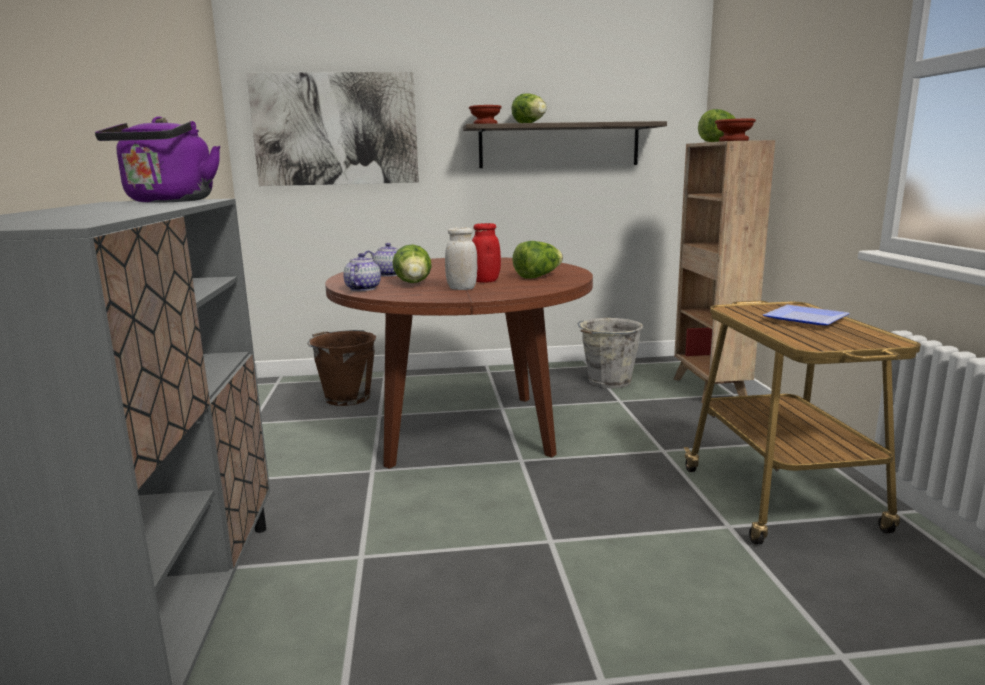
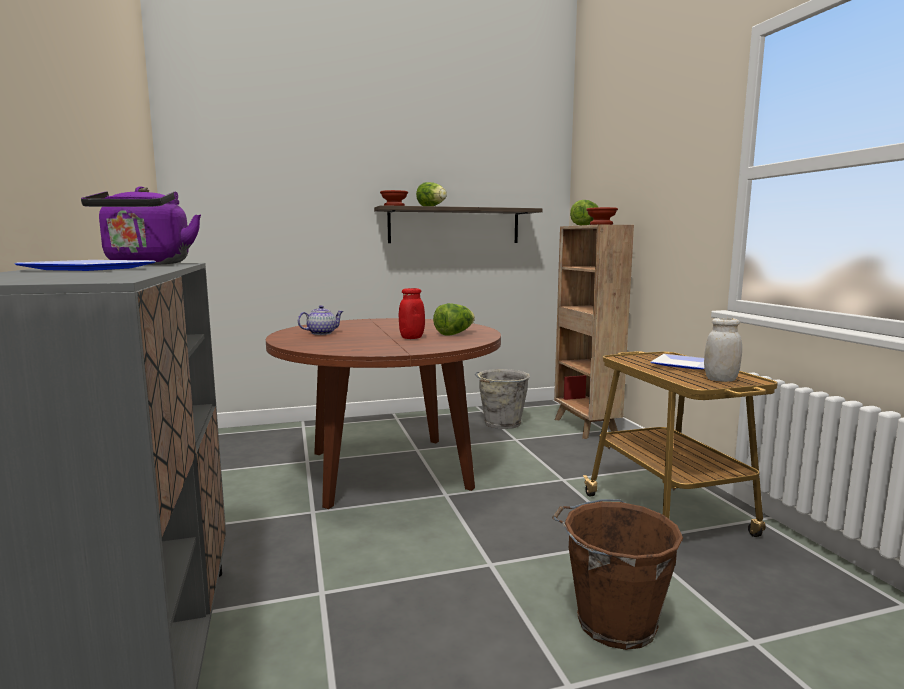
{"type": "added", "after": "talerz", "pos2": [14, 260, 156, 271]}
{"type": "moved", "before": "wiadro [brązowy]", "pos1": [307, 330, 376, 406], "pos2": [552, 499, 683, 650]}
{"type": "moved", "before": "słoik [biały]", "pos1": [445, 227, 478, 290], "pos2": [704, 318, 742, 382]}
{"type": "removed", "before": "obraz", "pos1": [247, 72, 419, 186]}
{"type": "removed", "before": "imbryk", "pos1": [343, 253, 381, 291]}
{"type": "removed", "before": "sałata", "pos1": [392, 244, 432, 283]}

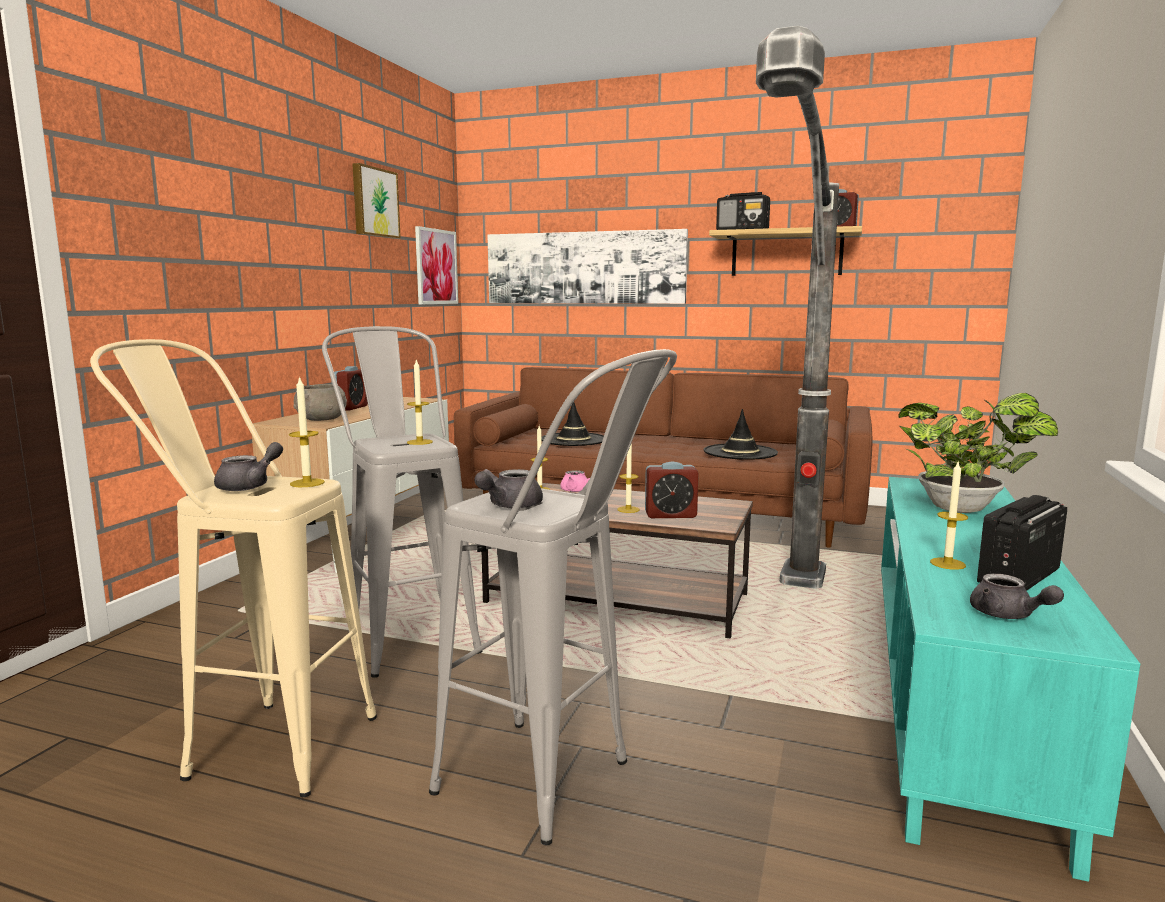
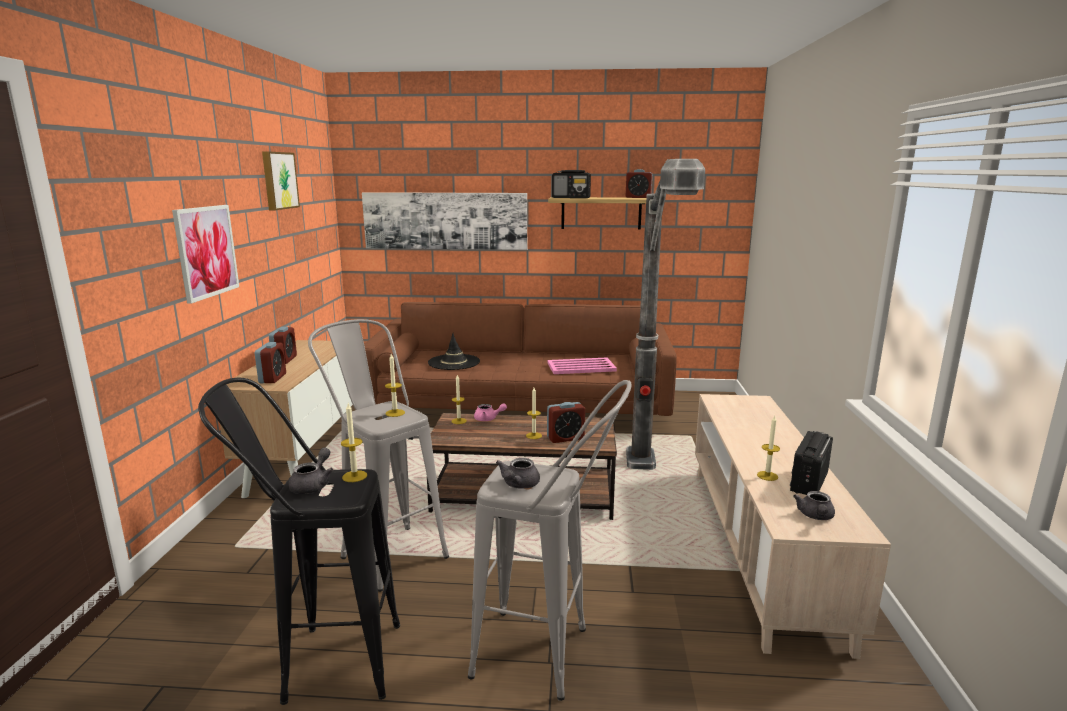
{"type": "moved", "before": "obraz", "pos1": [415, 226, 458, 304], "pos2": [172, 205, 239, 304]}
{"type": "recoloured", "before": "stołek [beżowy]", "after": "stołek [czarny]", "pos1": [90, 339, 377, 797], "pos2": [198, 378, 400, 705]}
{"type": "replaced", "before": "miska [szary]", "after": "budzik", "pos1": [293, 384, 347, 421], "pos2": [255, 342, 286, 383]}
{"type": "replaced", "before": "kapelusz [czarny]", "after": "taca [różowy]", "pos1": [704, 409, 778, 460], "pos2": [547, 357, 617, 374]}
{"type": "recoloured", "before": "szafka pod telewizor [turkusowy]", "after": "szafka pod telewizor [beżowy]", "pos1": [881, 477, 1140, 882], "pos2": [695, 394, 891, 659]}
{"type": "turned", "before": "imbryk [szary]", "pos1": [970, 574, 1064, 619], "pos2": [793, 491, 835, 520], "turn": 60}
{"type": "removed", "before": "roślina doniczkowa", "pos1": [898, 393, 1058, 513]}

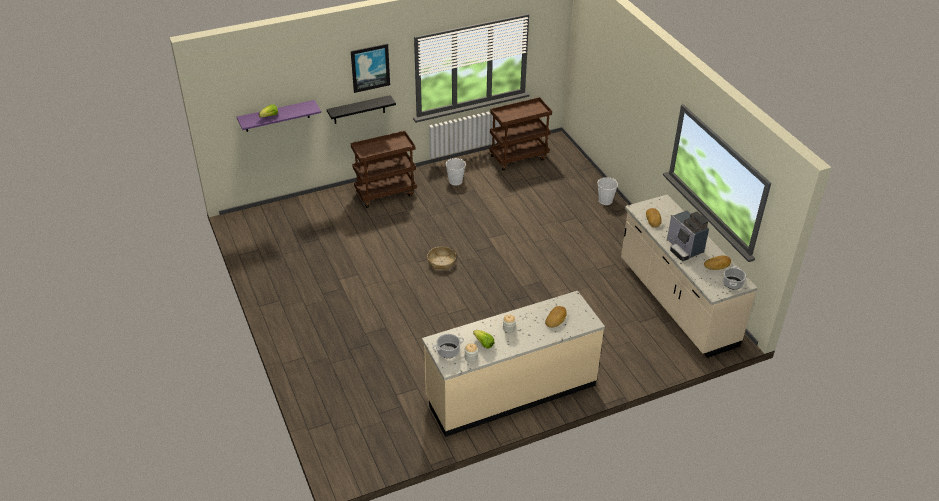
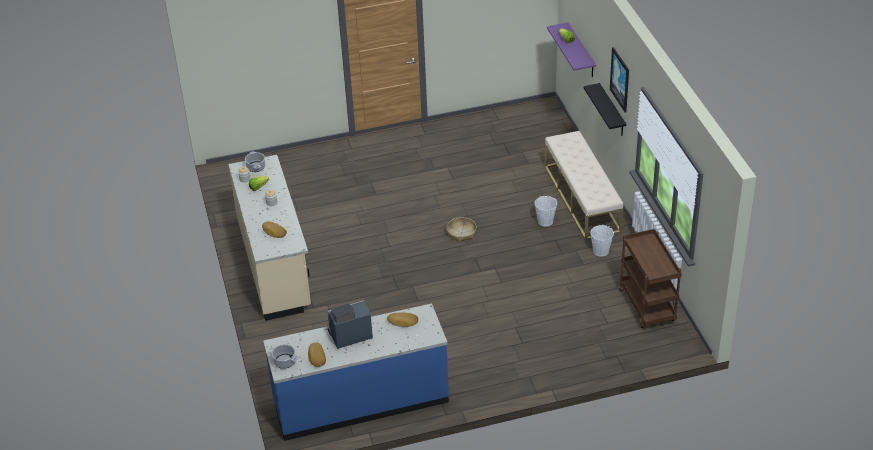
{"type": "recoloured", "before": "zabudowa kuchenna [beżowy]", "after": "zabudowa kuchenna [niebieski]", "pos1": [621, 194, 758, 358], "pos2": [263, 303, 449, 441]}
{"type": "moved", "before": "wiadro [biały]", "pos1": [597, 177, 618, 205], "pos2": [535, 196, 557, 227]}
{"type": "replaced", "before": "wózek [brązowy]", "after": "ławka [beżowy]", "pos1": [351, 131, 417, 208], "pos2": [545, 131, 623, 240]}

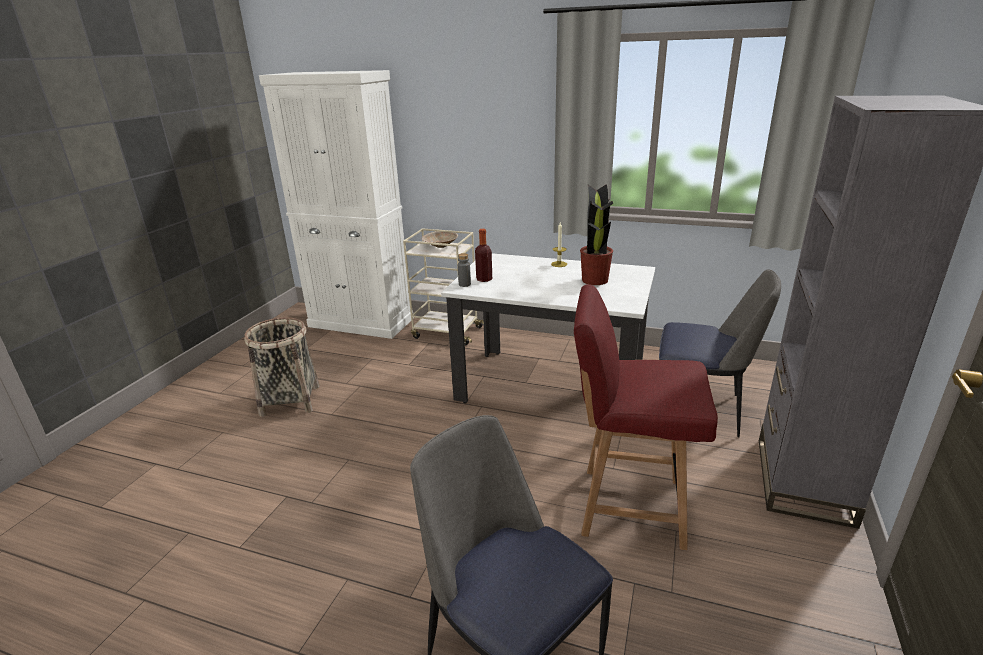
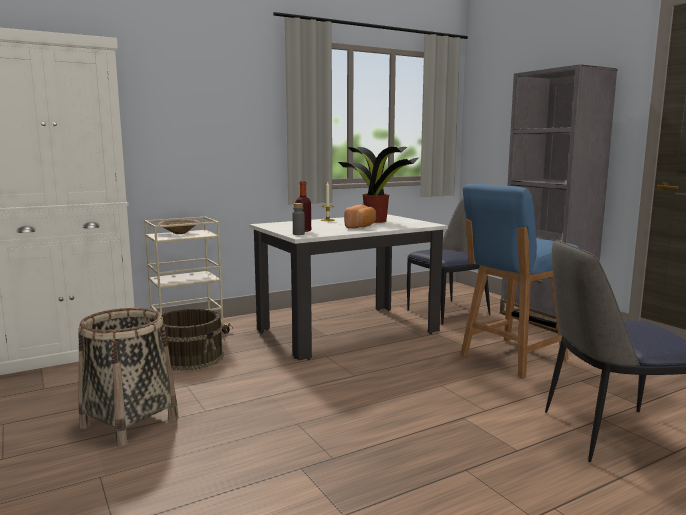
{"type": "added", "after": "wiadro [brązowy]", "pos2": [161, 309, 224, 371]}
{"type": "added", "after": "chleb", "pos2": [344, 205, 376, 229]}
{"type": "recoloured", "before": "krzesło [czerwony]", "after": "krzesło [niebieski]", "pos1": [574, 284, 718, 550], "pos2": [460, 184, 580, 378]}

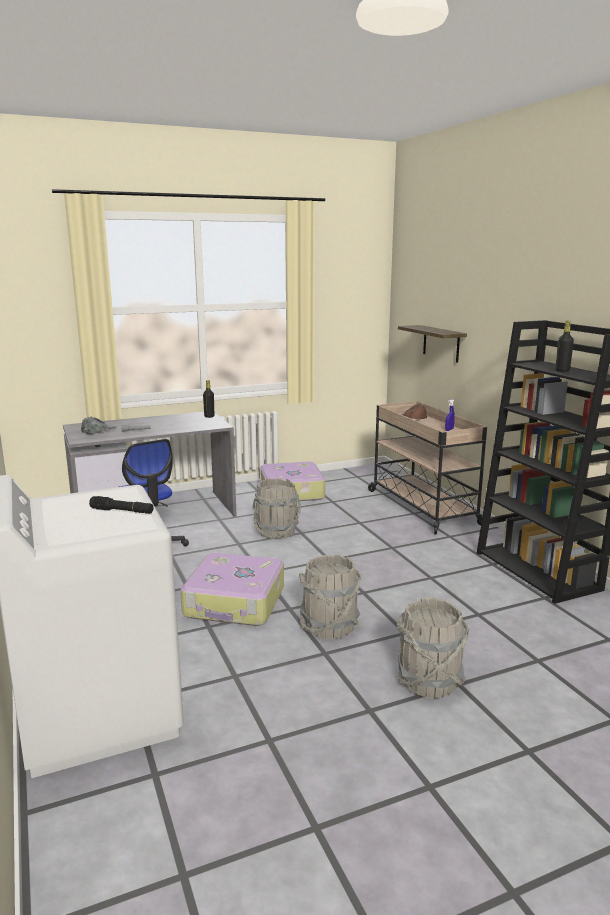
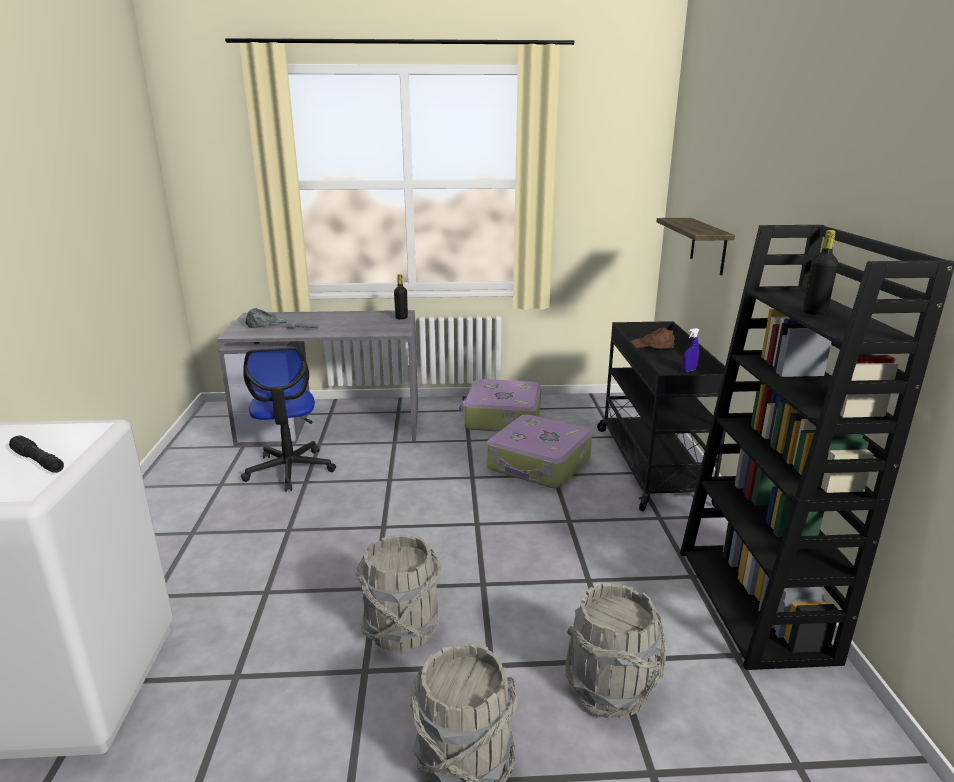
{"type": "moved", "before": "walizka", "pos1": [181, 553, 284, 626], "pos2": [486, 414, 592, 488]}
{"type": "moved", "before": "wiadro [szary]", "pos1": [252, 478, 301, 539], "pos2": [565, 583, 666, 719]}
{"type": "recoloured", "before": "wózek [beżowy]", "after": "wózek [czarny]", "pos1": [368, 401, 487, 534], "pos2": [597, 321, 730, 511]}

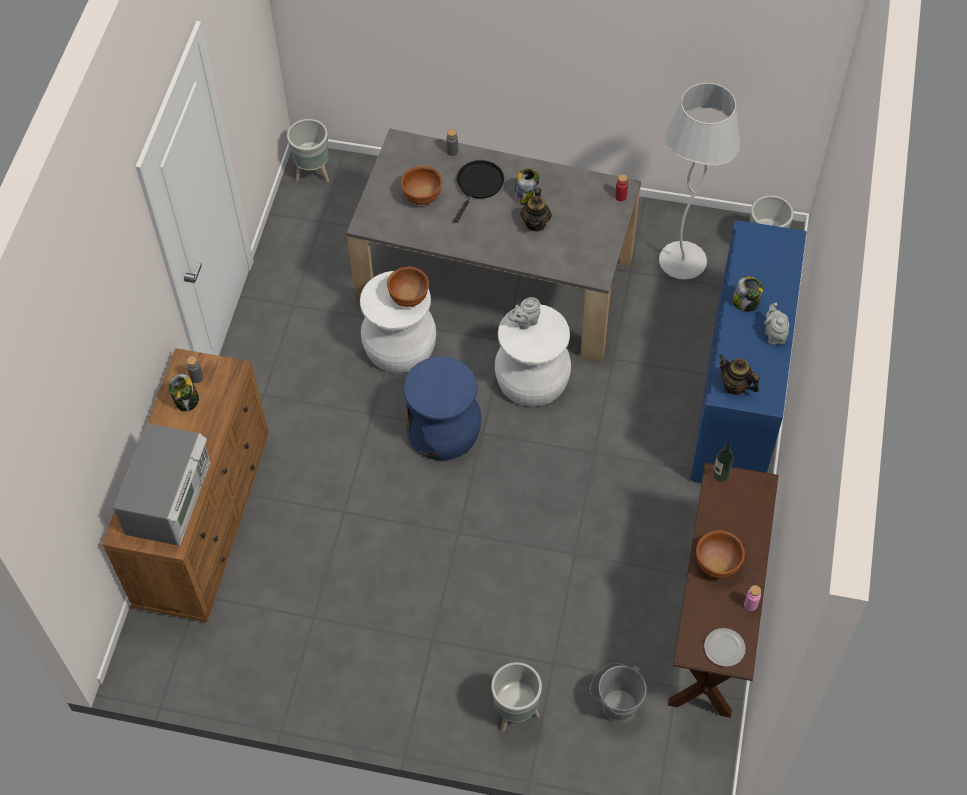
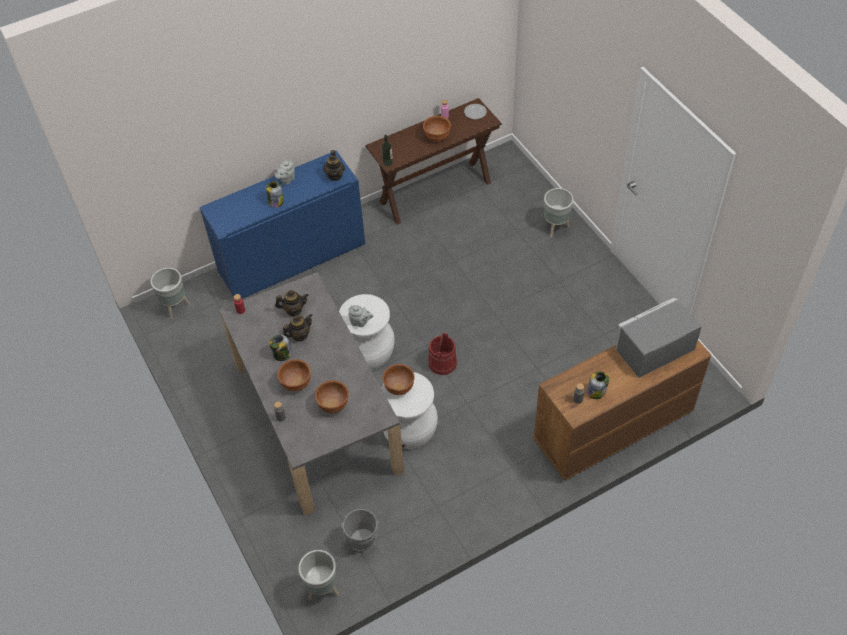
{"type": "added", "after": "imbryk", "pos2": [275, 290, 308, 316]}
{"type": "replaced", "before": "patelnia [czarny]", "after": "miska [brązowy]", "pos1": [454, 160, 504, 223], "pos2": [277, 359, 311, 391]}
{"type": "moved", "before": "wiadro [szary]", "pos1": [590, 663, 647, 723], "pos2": [341, 509, 379, 552]}
{"type": "replaced", "before": "stołek [niebieski]", "after": "wiadro [czerwony]", "pos1": [404, 356, 481, 460], "pos2": [428, 332, 457, 375]}
{"type": "removed", "before": "lampa stojąca [biały]", "pos1": [659, 83, 740, 280]}

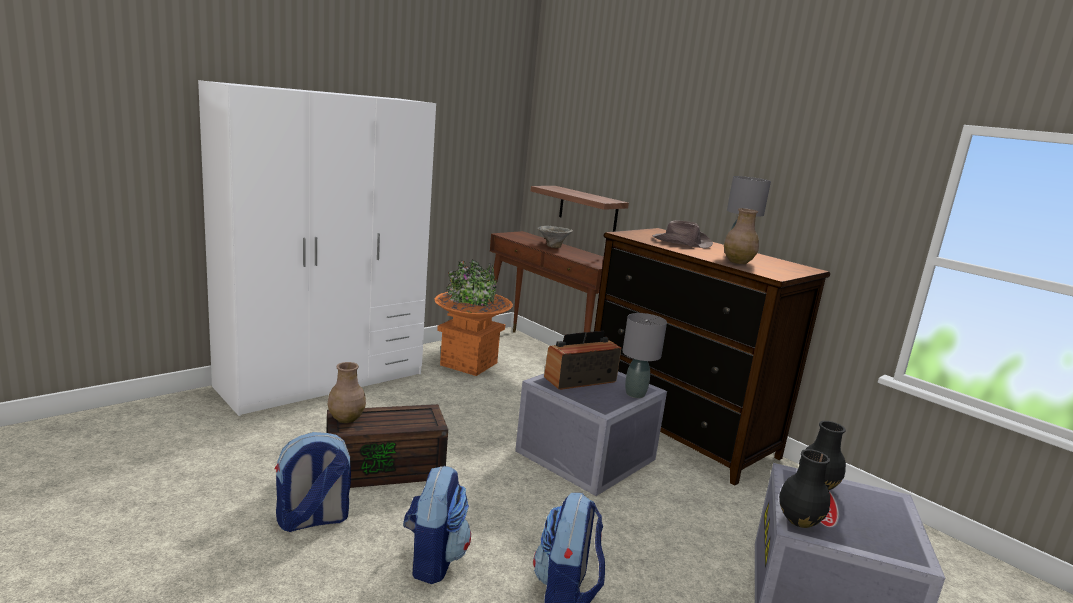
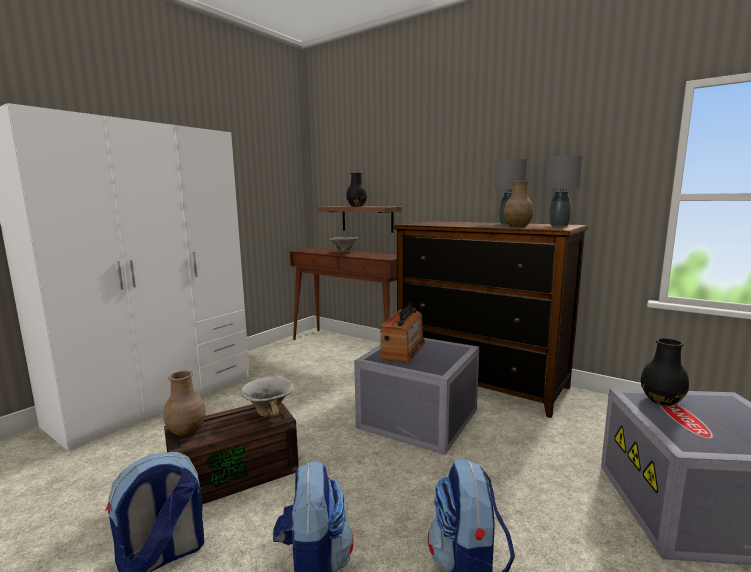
{"type": "added", "after": "miska", "pos2": [240, 376, 294, 418]}
{"type": "moved", "before": "wazon [czarny]", "pos1": [779, 449, 830, 528], "pos2": [346, 173, 367, 207]}
{"type": "turned", "before": "radio", "pos1": [544, 331, 621, 390], "pos2": [381, 303, 425, 363], "turn": 150}
{"type": "moved", "before": "lampa stołowa [szary]", "pos1": [623, 313, 667, 398], "pos2": [545, 155, 582, 226]}
{"type": "removed", "before": "donica [pomarańczowy]", "pos1": [435, 259, 513, 376]}
{"type": "removed", "before": "kapelusz [brązowy]", "pos1": [652, 220, 713, 249]}

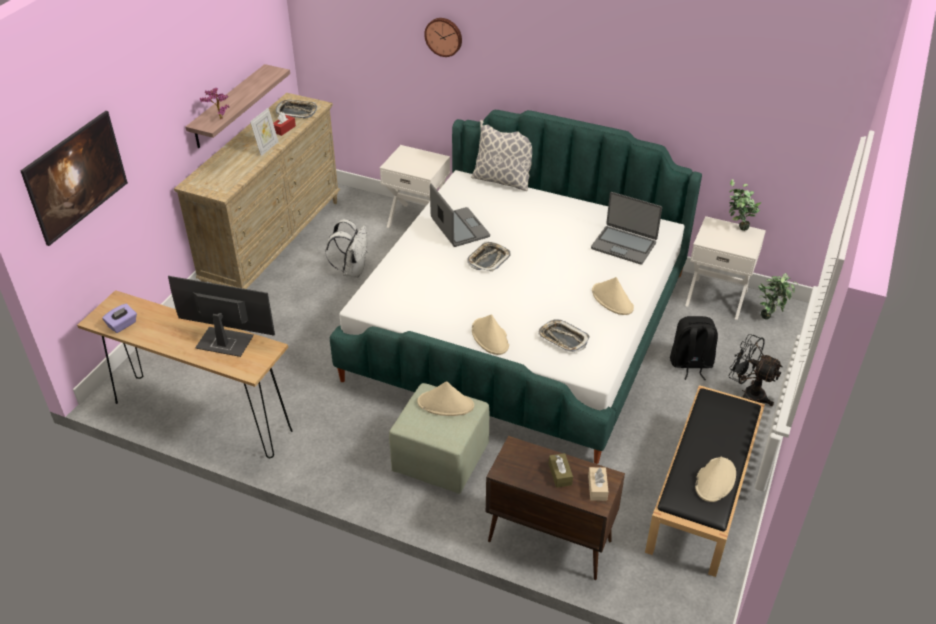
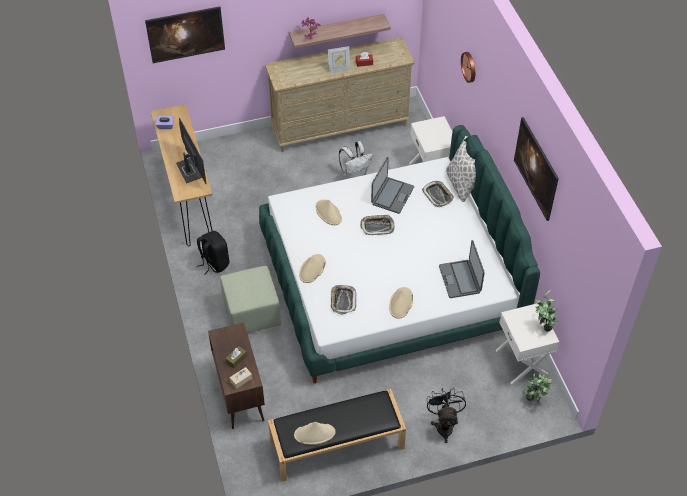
{"type": "moved", "before": "plecak [czarny]", "pos1": [670, 316, 718, 380], "pos2": [197, 231, 229, 275]}
{"type": "moved", "before": "kapelusz [beżowy]", "pos1": [417, 381, 474, 416], "pos2": [316, 199, 342, 225]}
{"type": "moved", "before": "taca", "pos1": [276, 100, 317, 119], "pos2": [422, 181, 454, 207]}
{"type": "added", "after": "obraz", "pos2": [514, 117, 559, 221]}

